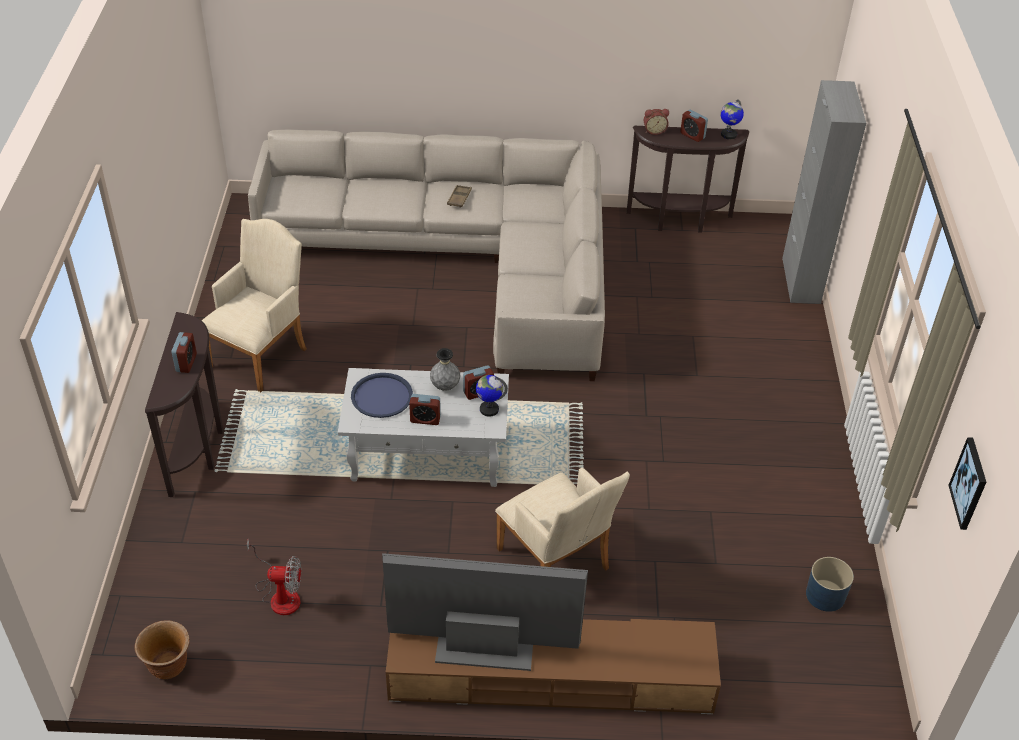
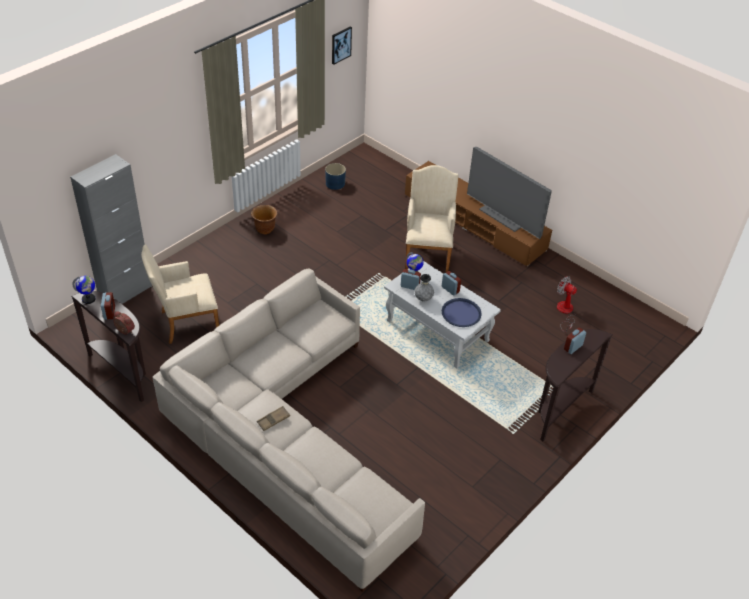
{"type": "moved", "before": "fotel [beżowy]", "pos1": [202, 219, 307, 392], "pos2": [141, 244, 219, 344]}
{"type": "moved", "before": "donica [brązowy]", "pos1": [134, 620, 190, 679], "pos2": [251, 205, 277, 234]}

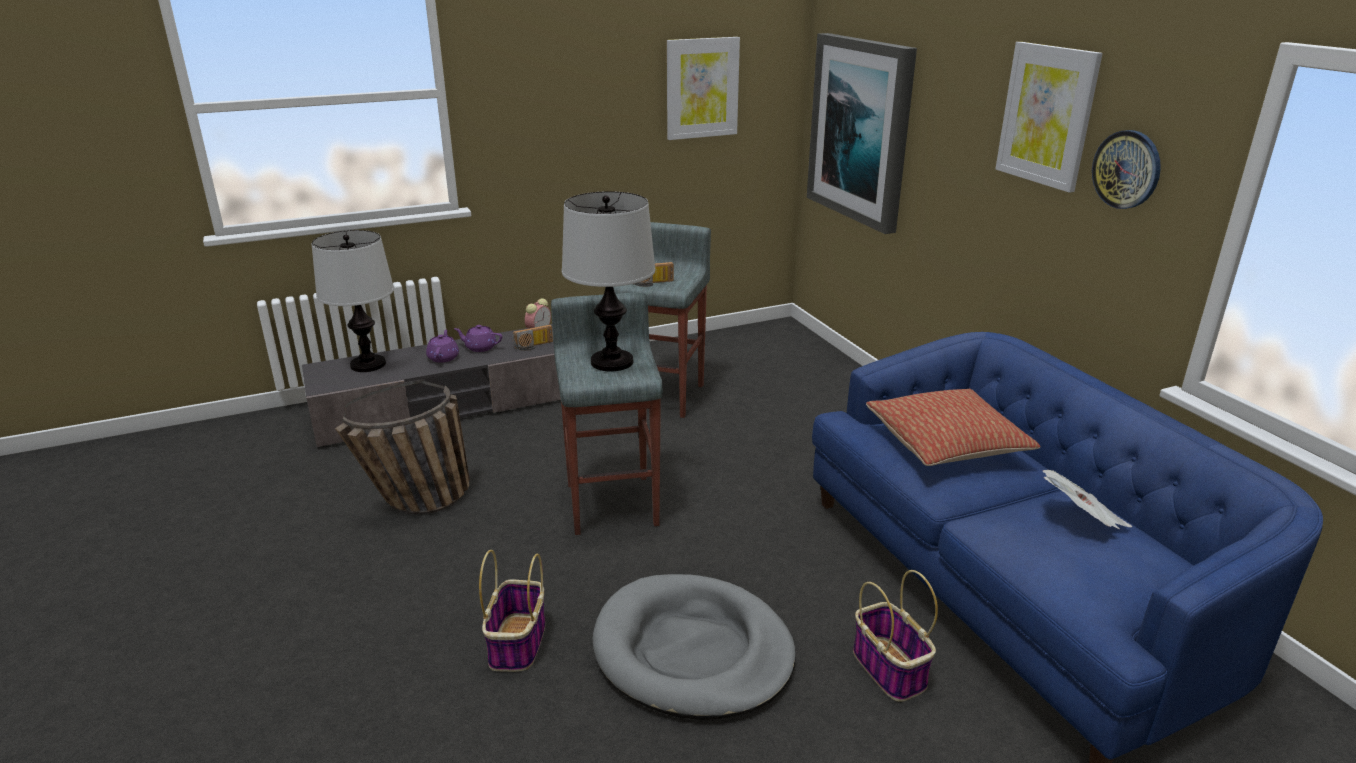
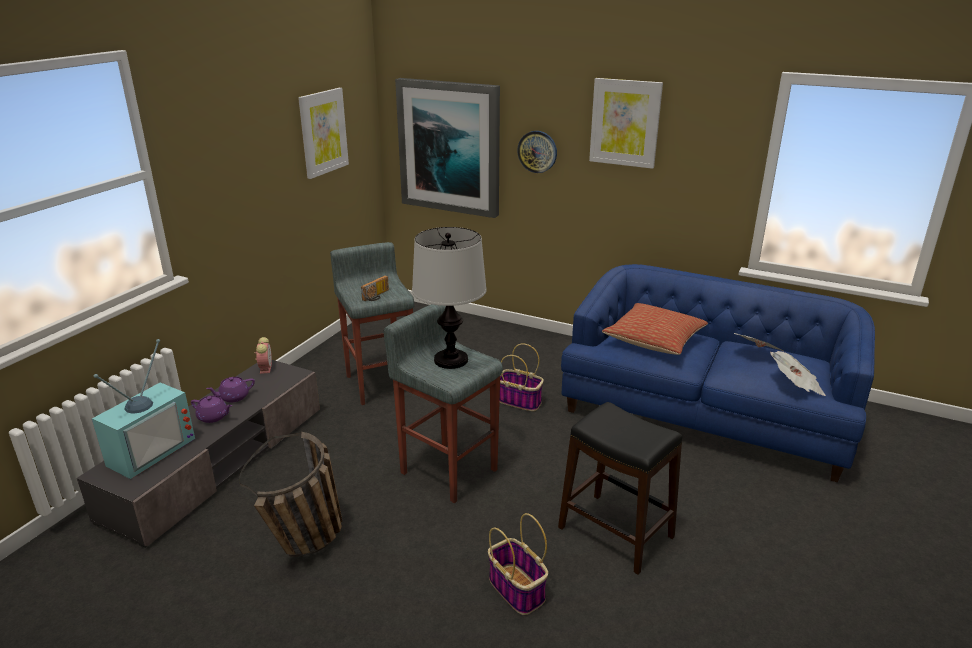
{"type": "replaced", "before": "lampa stołowa", "after": "telewizor", "pos1": [312, 230, 394, 372], "pos2": [92, 339, 195, 479]}
{"type": "turned", "before": "imbryk [fioletowy]", "pos1": [426, 329, 459, 363], "pos2": [191, 396, 232, 423], "turn": 150}
{"type": "moved", "before": "koszyk", "pos1": [853, 570, 938, 702], "pos2": [499, 343, 544, 411]}
{"type": "moved", "before": "zegar ścienny", "pos1": [1092, 130, 1161, 209], "pos2": [517, 131, 557, 173]}
{"type": "replaced", "before": "legowisko [szary]", "after": "stołek [czarny]", "pos1": [592, 574, 796, 720], "pos2": [558, 402, 682, 575]}
{"type": "added", "after": "gazeta", "pos2": [770, 351, 826, 396]}
{"type": "removed", "before": "radio", "pos1": [512, 325, 553, 351]}

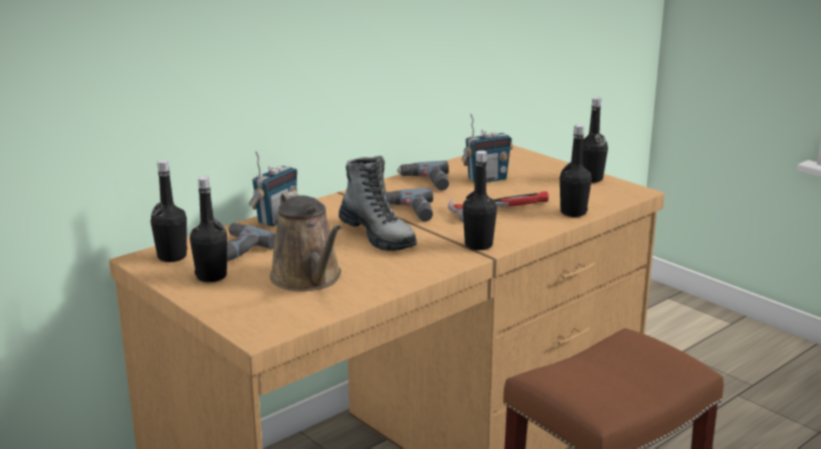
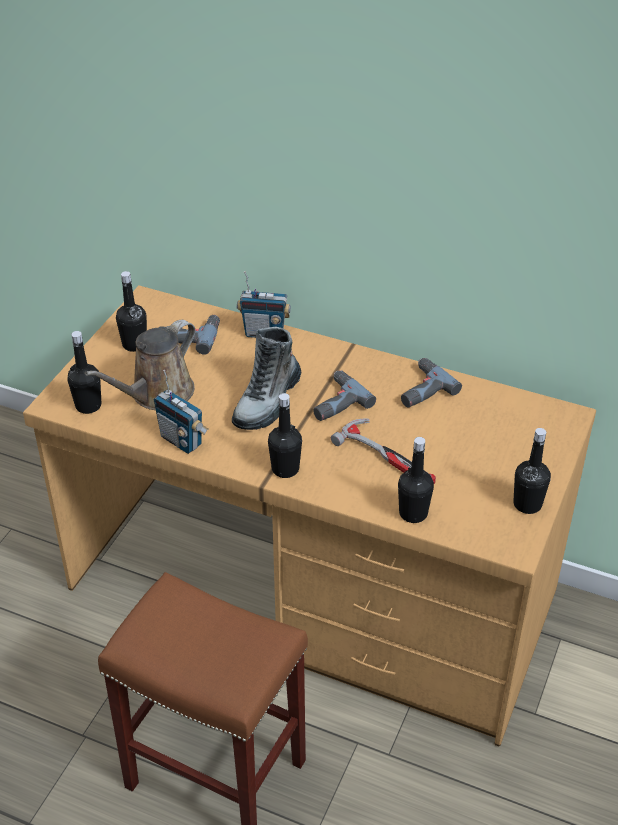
{"type": "moved", "before": "butelka [czarny]", "pos1": [150, 160, 187, 262], "pos2": [67, 331, 101, 414]}
{"type": "moved", "before": "radio", "pos1": [462, 114, 513, 183], "pos2": [154, 370, 208, 454]}

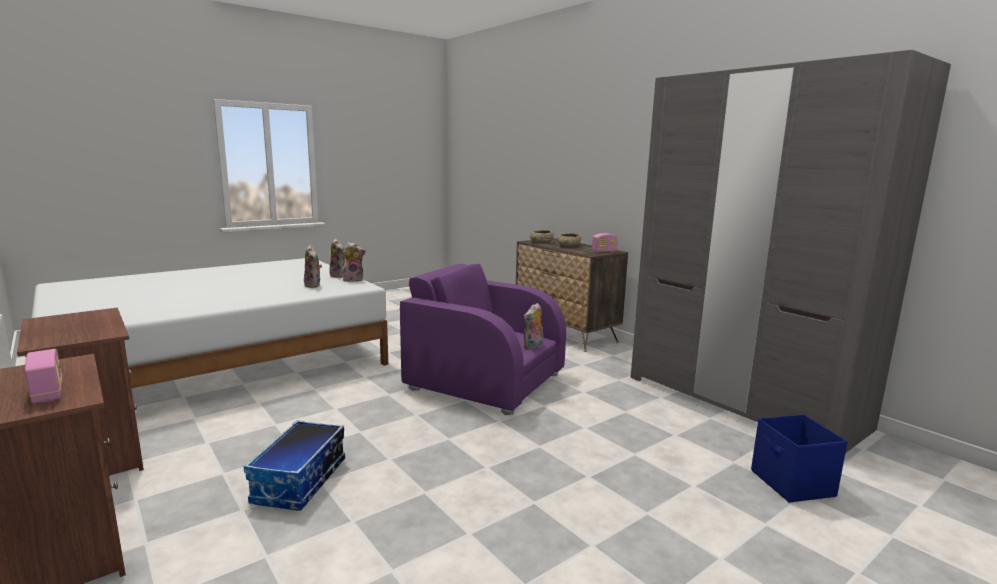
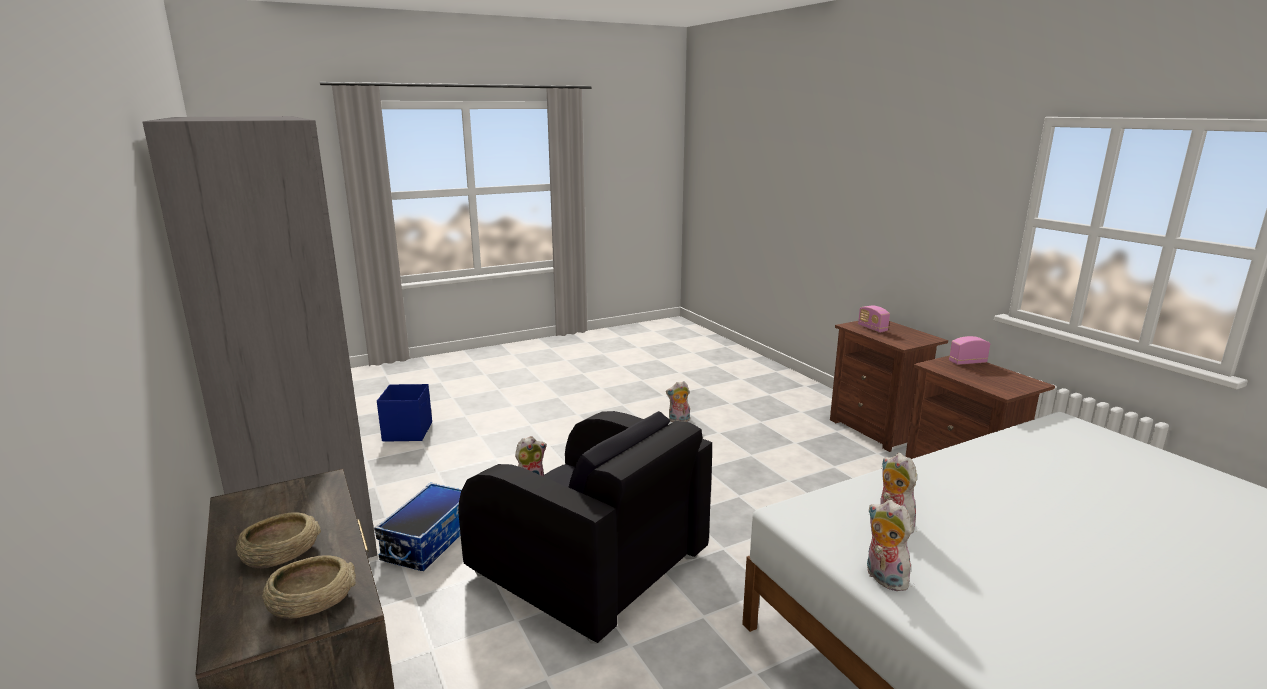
{"type": "moved", "before": "pojemnik do przechowywania", "pos1": [244, 420, 345, 511], "pos2": [374, 482, 462, 571]}
{"type": "recoloured", "before": "fotel [fioletowy]", "after": "fotel [czarny]", "pos1": [400, 264, 566, 415], "pos2": [458, 411, 712, 644]}
{"type": "moved", "before": "pluszak", "pos1": [343, 242, 366, 282], "pos2": [666, 381, 690, 422]}
{"type": "moved", "before": "radio", "pos1": [592, 233, 618, 253], "pos2": [949, 336, 990, 365]}

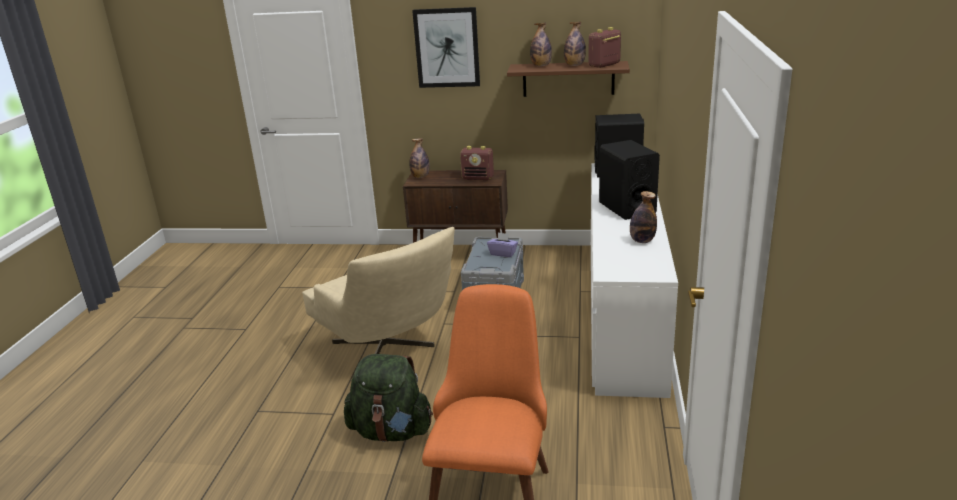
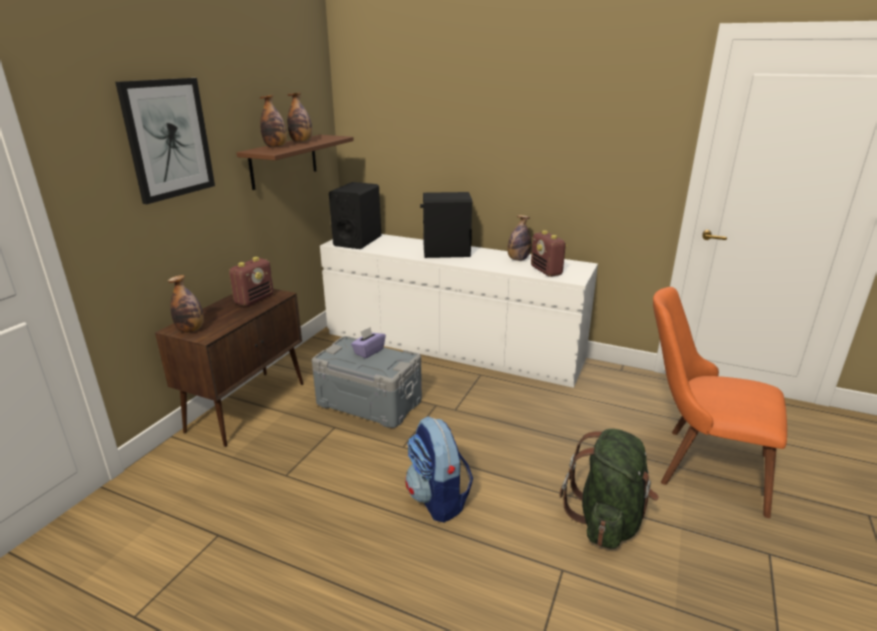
{"type": "replaced", "before": "fotel [beżowy]", "after": "plecak", "pos1": [302, 227, 455, 354], "pos2": [405, 416, 473, 523]}
{"type": "moved", "before": "radio", "pos1": [588, 27, 621, 68], "pos2": [531, 230, 567, 277]}

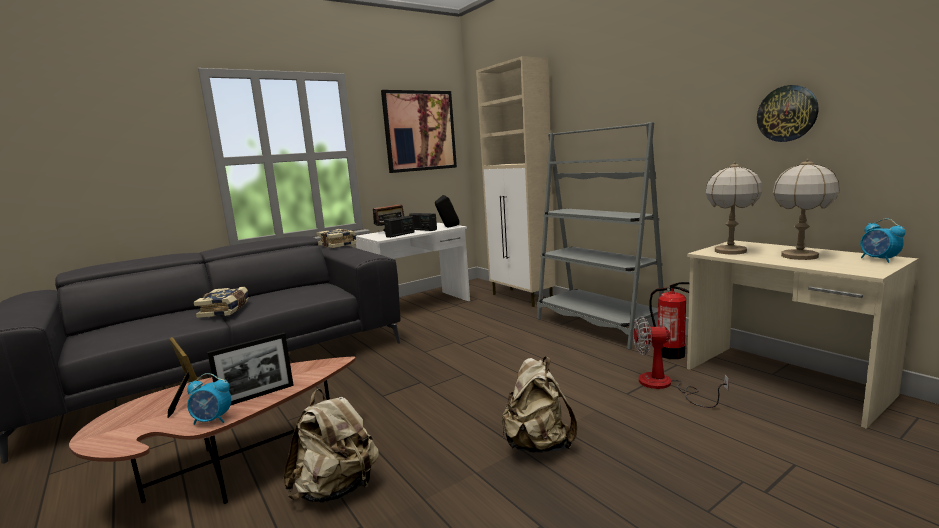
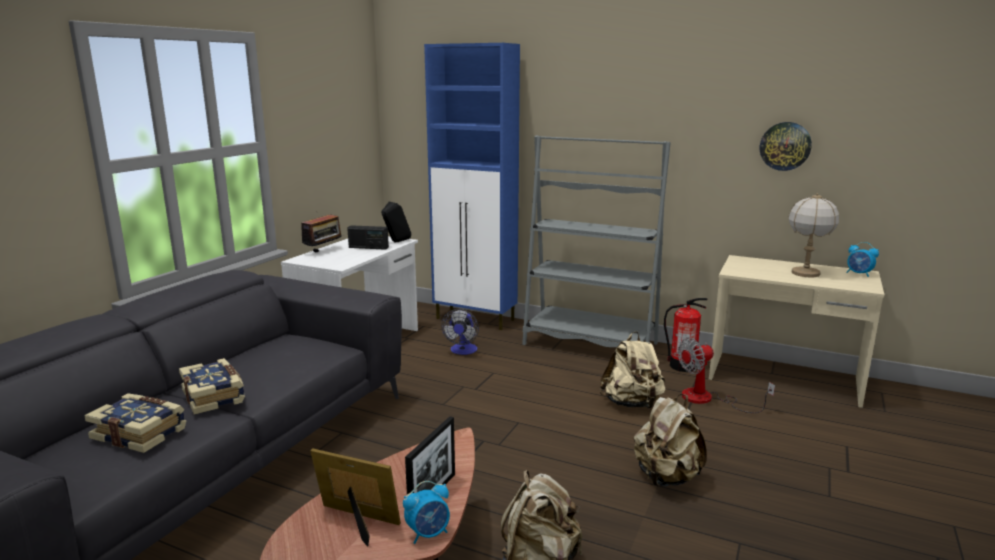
{"type": "moved", "before": "książka", "pos1": [316, 229, 357, 248], "pos2": [85, 393, 186, 453]}
{"type": "recoloured", "before": "szafka [beżowy]", "after": "szafka [niebieski]", "pos1": [476, 56, 555, 307], "pos2": [424, 43, 520, 330]}
{"type": "added", "after": "wentylator", "pos2": [441, 309, 479, 355]}
{"type": "added", "after": "plecak [beżowy]", "pos2": [600, 331, 665, 409]}
{"type": "removed", "before": "obraz", "pos1": [381, 90, 457, 173]}
{"type": "removed", "before": "radio", "pos1": [384, 216, 415, 238]}
{"type": "removed", "before": "lampa stołowa", "pos1": [706, 162, 762, 254]}

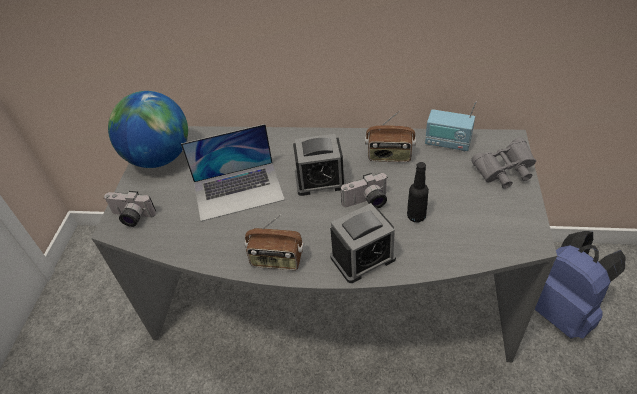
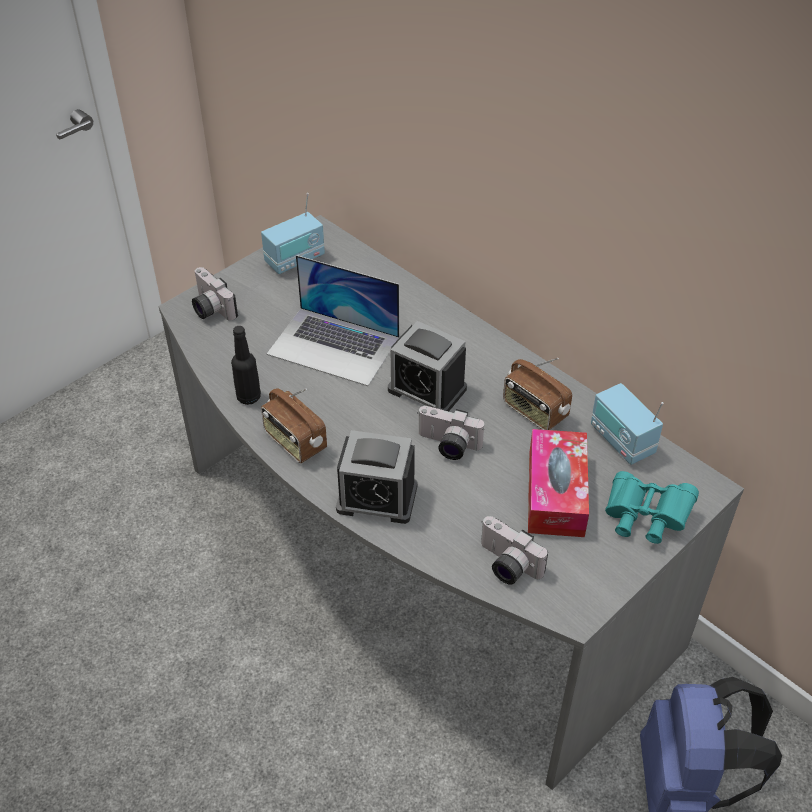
{"type": "moved", "before": "butelka [czarny]", "pos1": [407, 162, 429, 222], "pos2": [231, 326, 261, 405]}
{"type": "replaced", "before": "globus", "after": "radio", "pos1": [108, 91, 188, 168], "pos2": [261, 193, 325, 274]}
{"type": "added", "after": "aparat fotograficzny", "pos2": [481, 516, 548, 585]}
{"type": "added", "after": "pudełko chusteczek", "pos2": [528, 429, 589, 537]}
{"type": "recoloured", "before": "lornetka [szary]", "after": "lornetka [turkusowy]", "pos1": [471, 137, 536, 189], "pos2": [605, 471, 699, 544]}

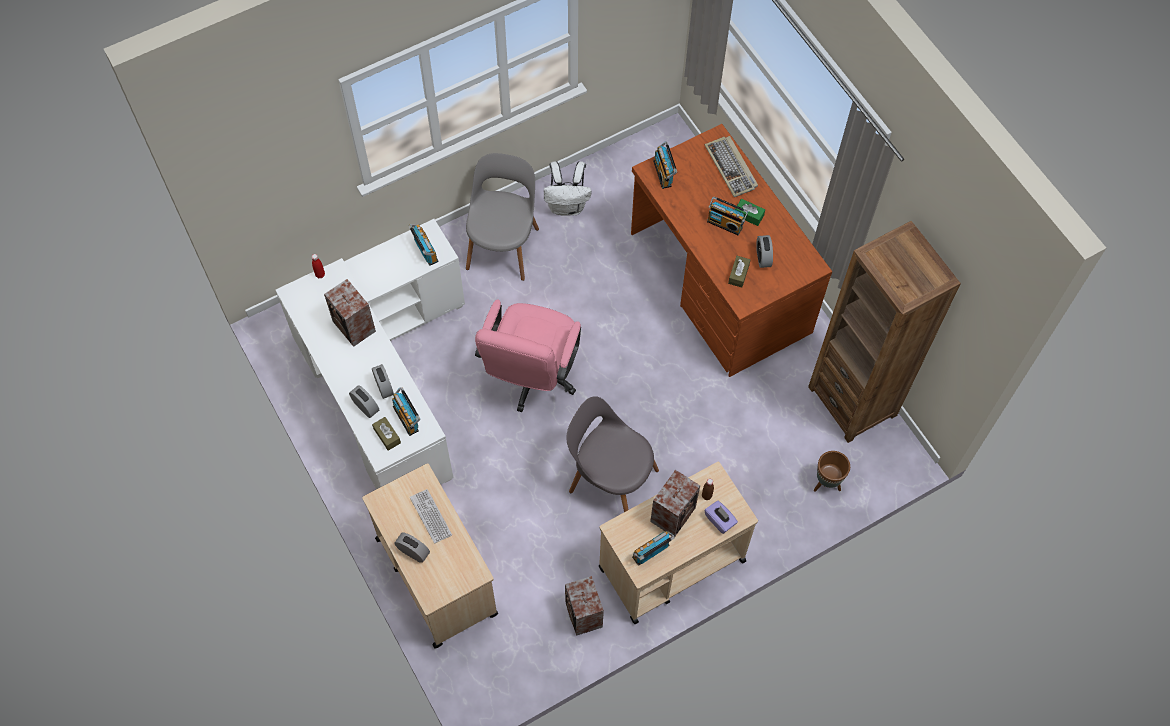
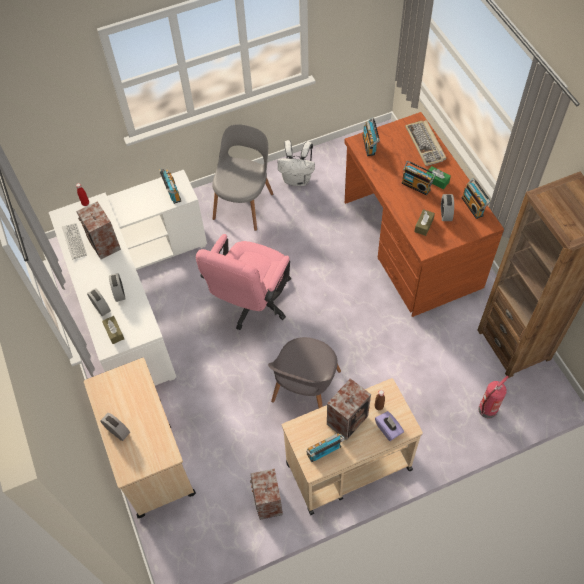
{"type": "moved", "before": "klawiatura", "pos1": [410, 489, 452, 544], "pos2": [62, 223, 87, 260]}
{"type": "turned", "before": "krzesło [szary]", "pos1": [566, 396, 659, 512], "pos2": [268, 337, 341, 408], "turn": -105}
{"type": "moved", "before": "radio", "pos1": [392, 387, 420, 436], "pos2": [462, 178, 491, 219]}
{"type": "replaced", "before": "donica [brązowy]", "after": "gaśnica", "pos1": [814, 451, 850, 492], "pos2": [478, 376, 509, 418]}

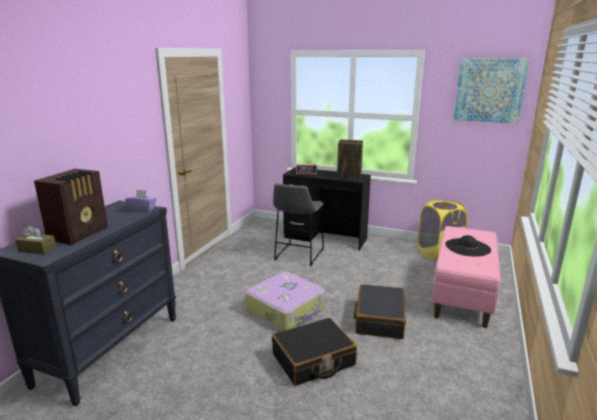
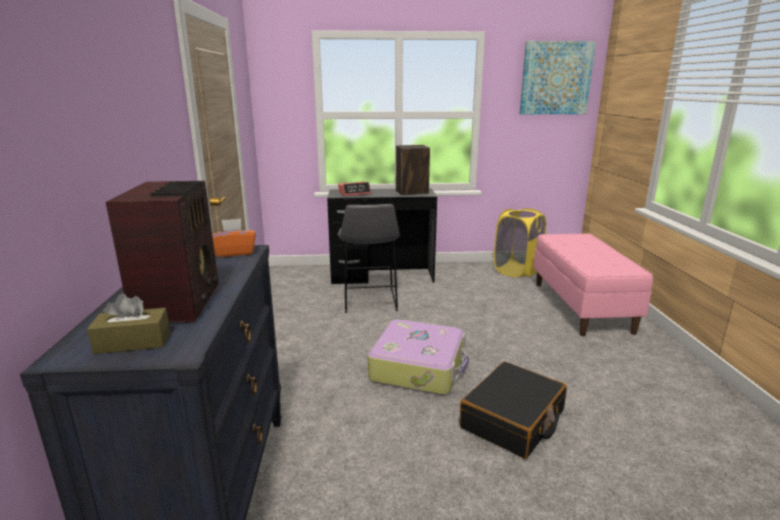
{"type": "recoloured", "before": "pudełko chusteczek [fioletowy]", "after": "pudełko chusteczek [pomarańczowy]", "pos1": [125, 190, 156, 212], "pos2": [212, 218, 256, 257]}
{"type": "removed", "before": "walizka [czarny]", "pos1": [354, 284, 406, 339]}
{"type": "removed", "before": "kapelusz [czarny]", "pos1": [445, 235, 491, 257]}

